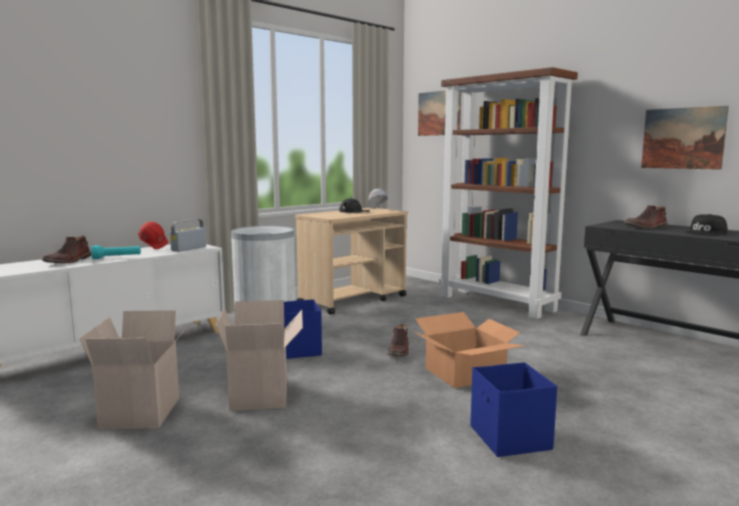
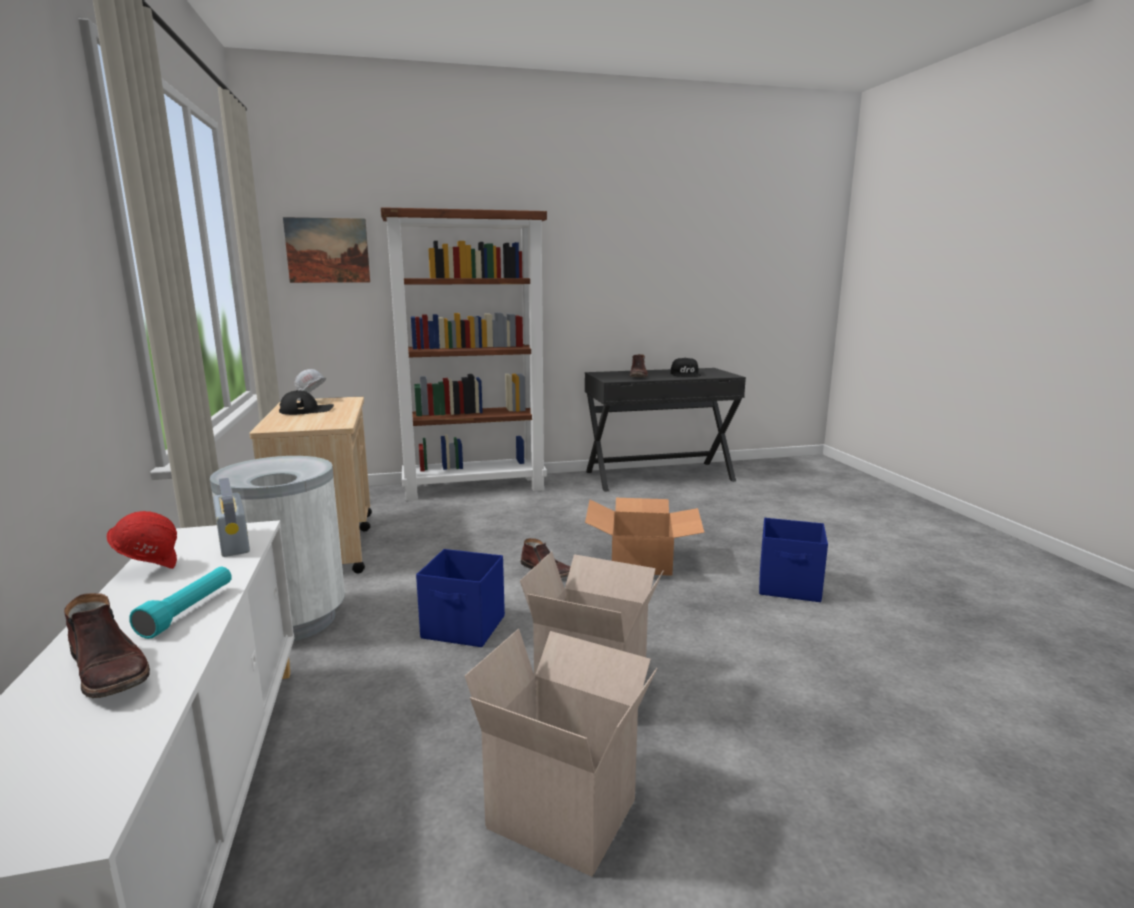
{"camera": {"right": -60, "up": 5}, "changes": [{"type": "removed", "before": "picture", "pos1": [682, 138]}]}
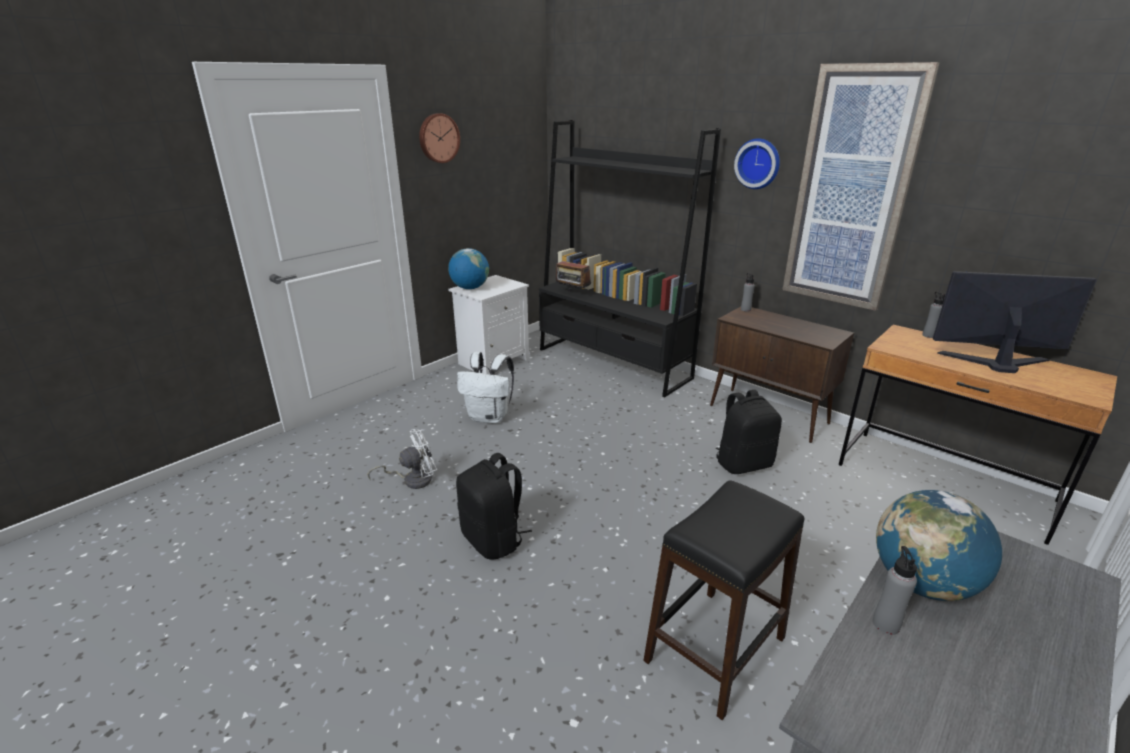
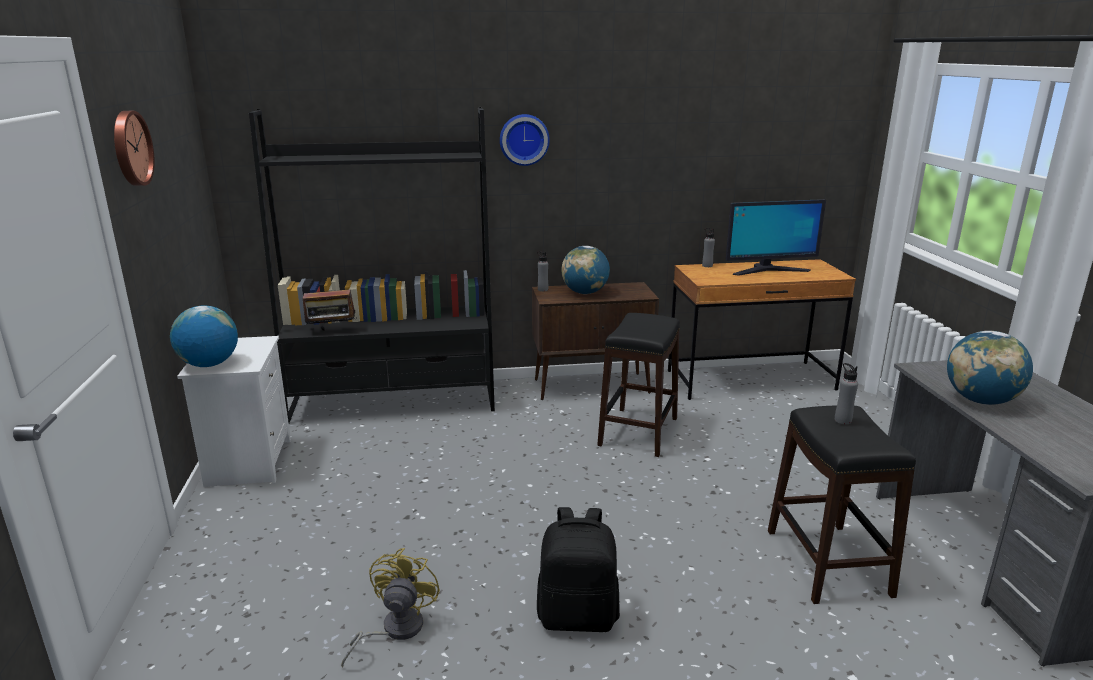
{"camera": {"right": -50, "up": -5}, "changes": [{"type": "removed", "before": "picture", "pos1": [852, 190]}, {"type": "turned", "before": "computer screen", "pos1": [996, 362], "pos2": [768, 270], "turn": -150}, {"type": "removed", "before": "backpack (whitish)", "pos1": [489, 417]}, {"type": "replaced", "before": "backpack (black)", "after": "stool seat (black)", "pos1": [743, 463], "pos2": [637, 431]}, {"type": "recoloured", "before": "fan (whitish)", "after": "fan (yellow)", "pos1": [412, 480], "pos2": [394, 630]}, {"type": "moved", "before": "drink bottle (gray)", "pos1": [886, 624], "pos2": [842, 420]}, {"type": "added", "after": "world globe", "pos2": [585, 293]}]}
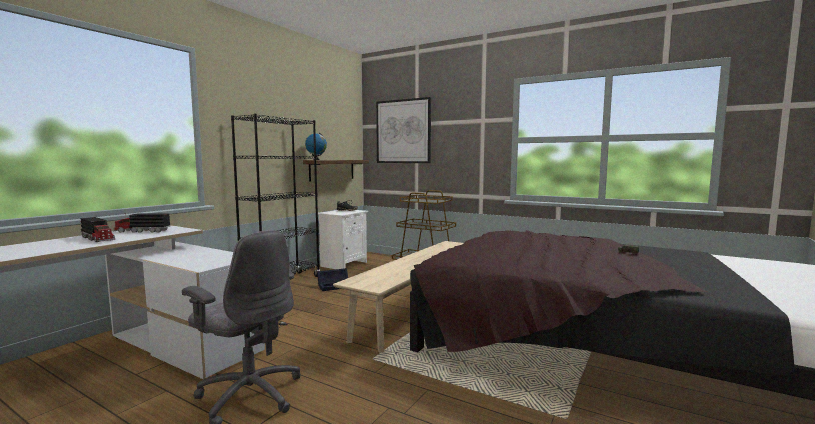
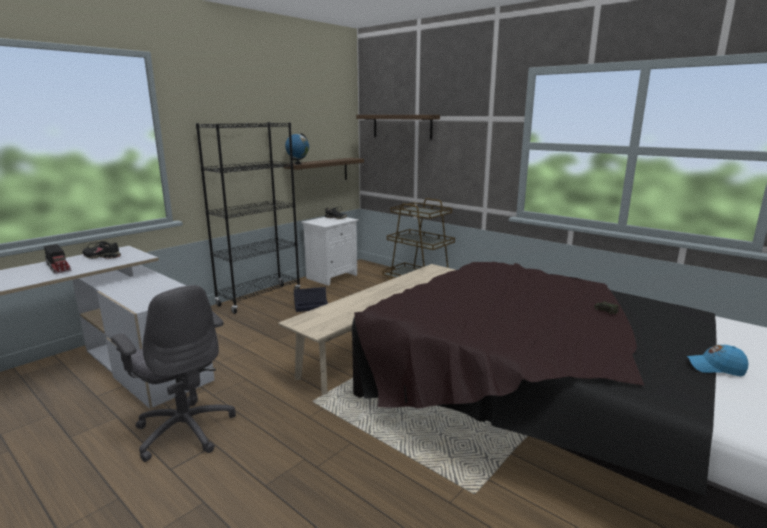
{"camera": {"right": 10, "up": 10}, "changes": [{"type": "replaced", "before": "picture", "after": "shelf", "pos1": [403, 131], "pos2": [402, 126]}, {"type": "replaced", "before": "toy truck", "after": "shoe (black)", "pos1": [142, 231], "pos2": [102, 257]}, {"type": "added", "after": "baseball cap (bluish)", "pos2": [715, 368]}]}
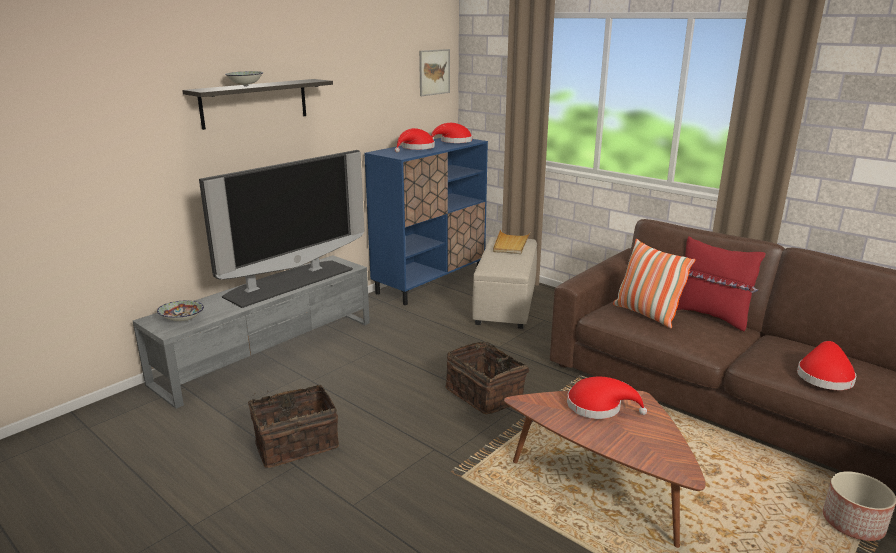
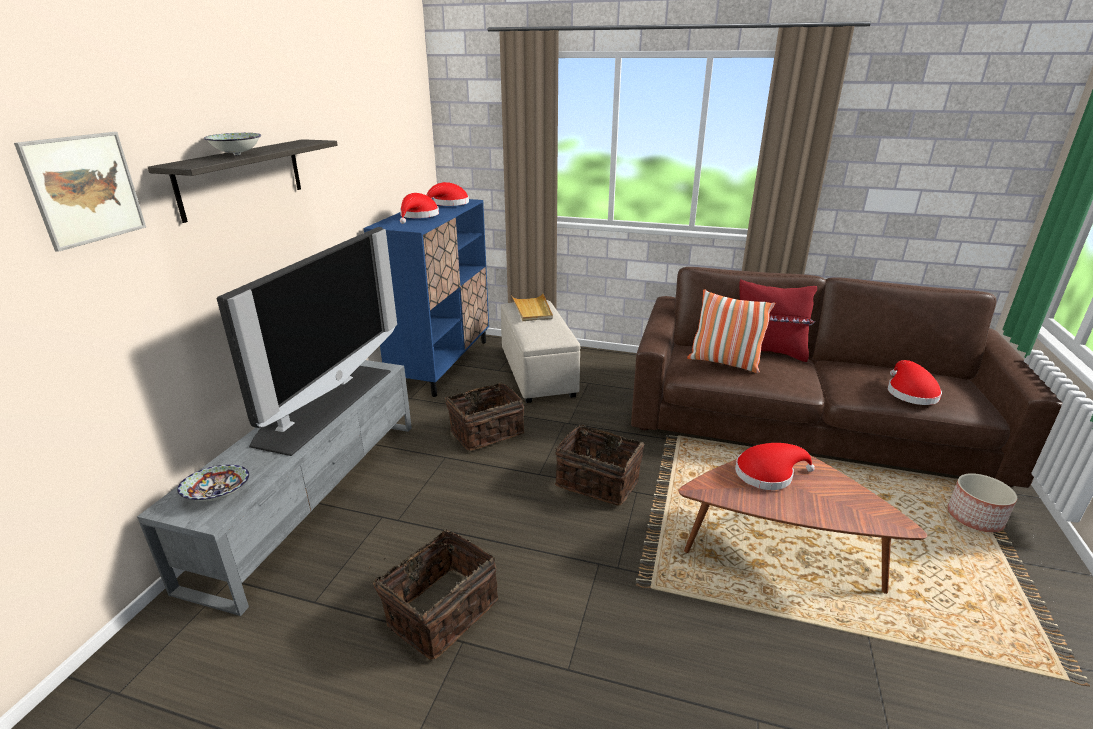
{"camera": {"right": -25, "up": 5}, "changes": [{"type": "moved", "before": "picture", "pos1": [434, 72], "pos2": [85, 189]}, {"type": "added", "after": "household basket", "pos2": [485, 431]}]}
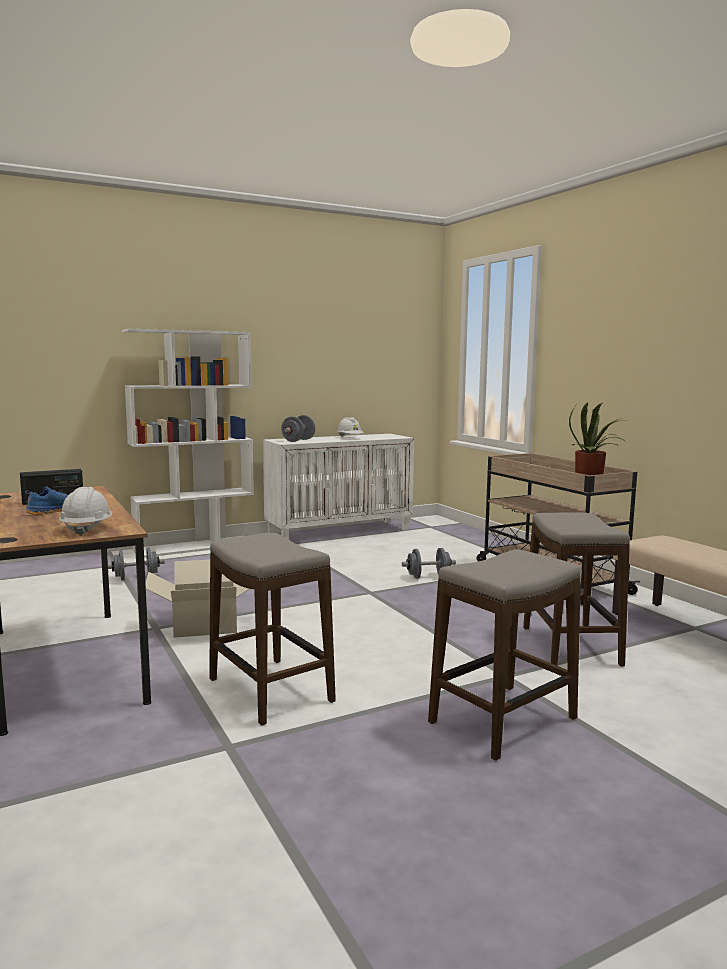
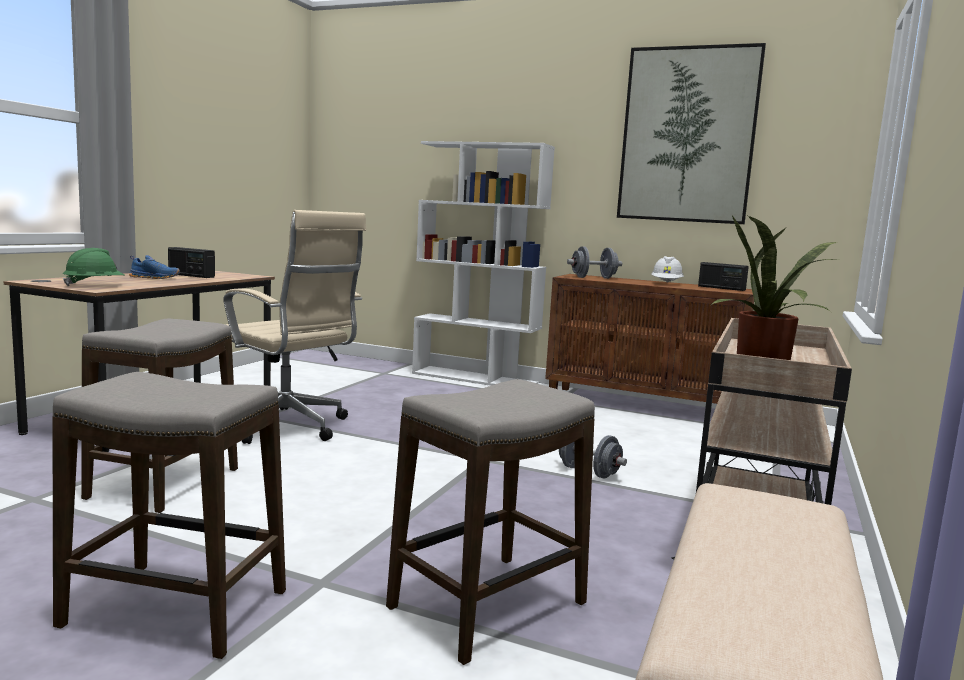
{"camera": {"right": 50, "up": 0}, "changes": [{"type": "recoloured", "before": "cabinet (whitish)", "after": "cabinet (brown-coloured)", "pos1": [340, 532], "pos2": [642, 406]}, {"type": "recoloured", "before": "safety helmet (whitish)", "after": "safety helmet (green-coloured)", "pos1": [87, 529], "pos2": [94, 285]}, {"type": "removed", "before": "free weight (gray)", "pos1": [136, 578]}, {"type": "replaced", "before": "cardboard box", "after": "desk chair (beige)", "pos1": [205, 625], "pos2": [290, 428]}, {"type": "added", "after": "picture", "pos2": [687, 135]}, {"type": "added", "after": "radio set", "pos2": [721, 288]}]}
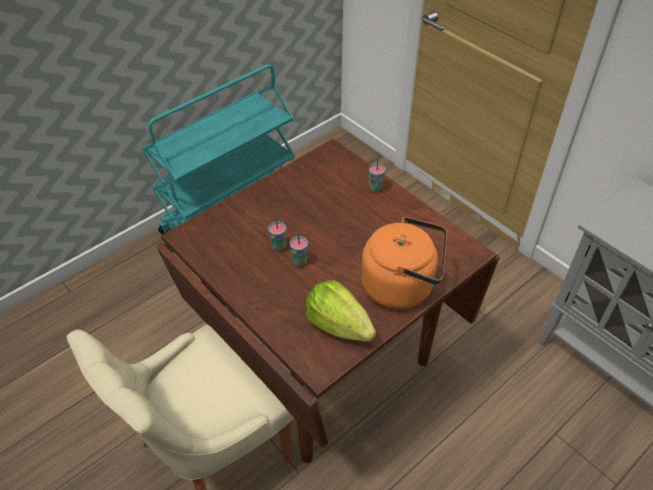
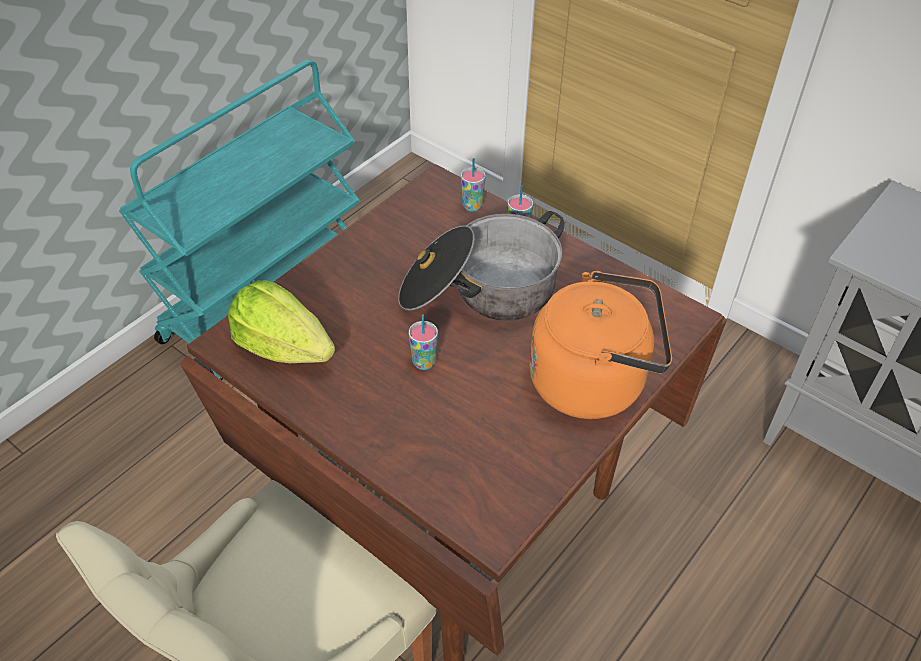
{"camera": {"right": -10, "up": 0}, "changes": [{"type": "moved", "before": "drinking cup", "pos1": [278, 247], "pos2": [472, 206]}, {"type": "moved", "before": "head of lettuce", "pos1": [338, 325], "pos2": [283, 347]}, {"type": "added", "after": "cooking pot", "pos2": [480, 291]}]}
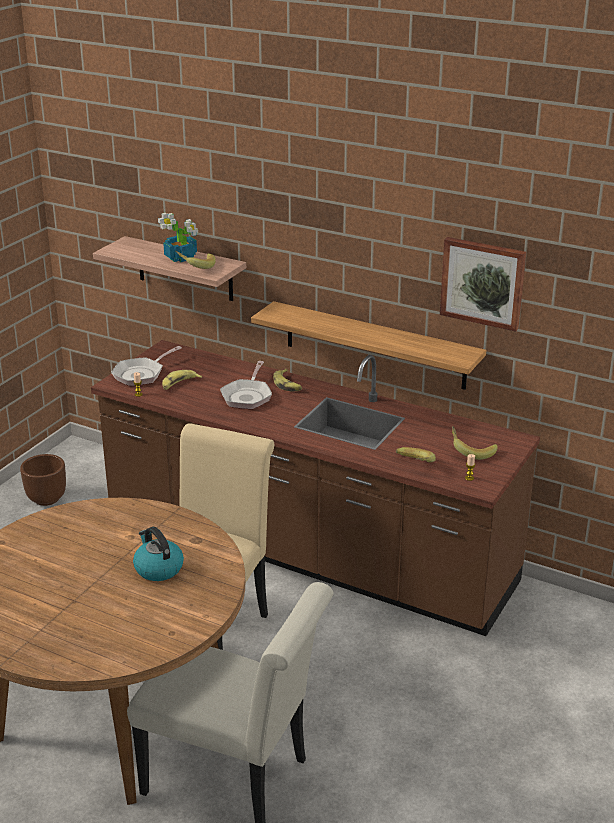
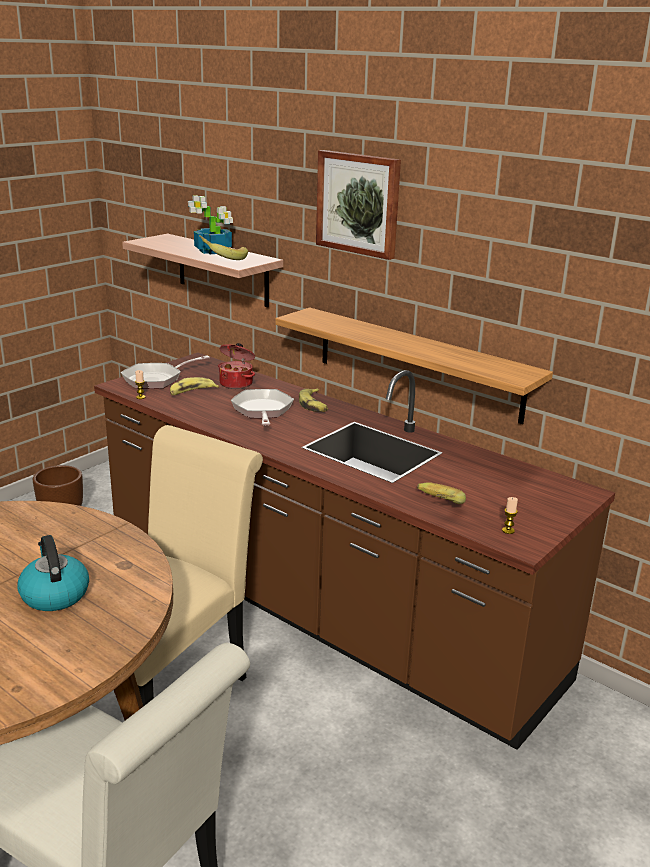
{"camera": {"right": 10, "up": -5}, "changes": [{"type": "moved", "before": "picture", "pos1": [483, 282], "pos2": [359, 203]}, {"type": "turned", "before": "skillet", "pos1": [247, 396], "pos2": [262, 411], "turn": 150}, {"type": "removed", "before": "banana", "pos1": [471, 451]}, {"type": "added", "after": "cooking pot", "pos2": [237, 383]}]}
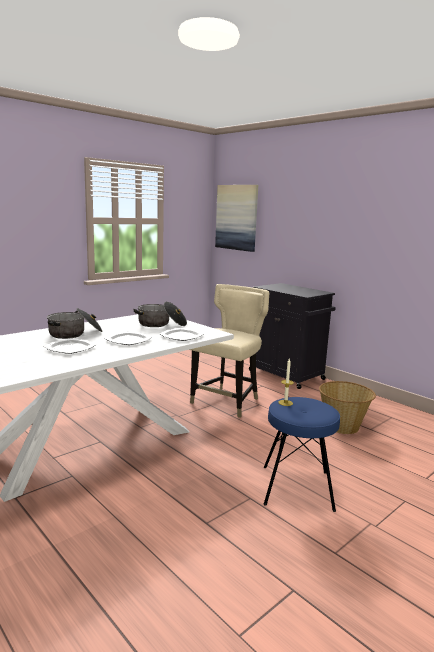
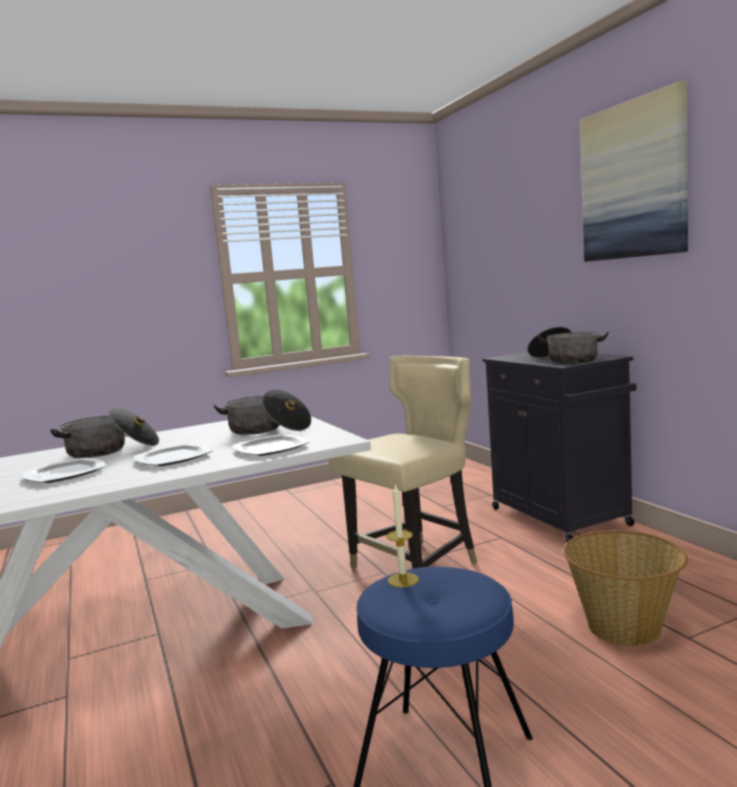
{"camera": {"right": 20, "up": -5}, "changes": [{"type": "moved", "before": "picture", "pos1": [237, 217], "pos2": [633, 180]}, {"type": "added", "after": "cooking pot", "pos2": [564, 360]}]}
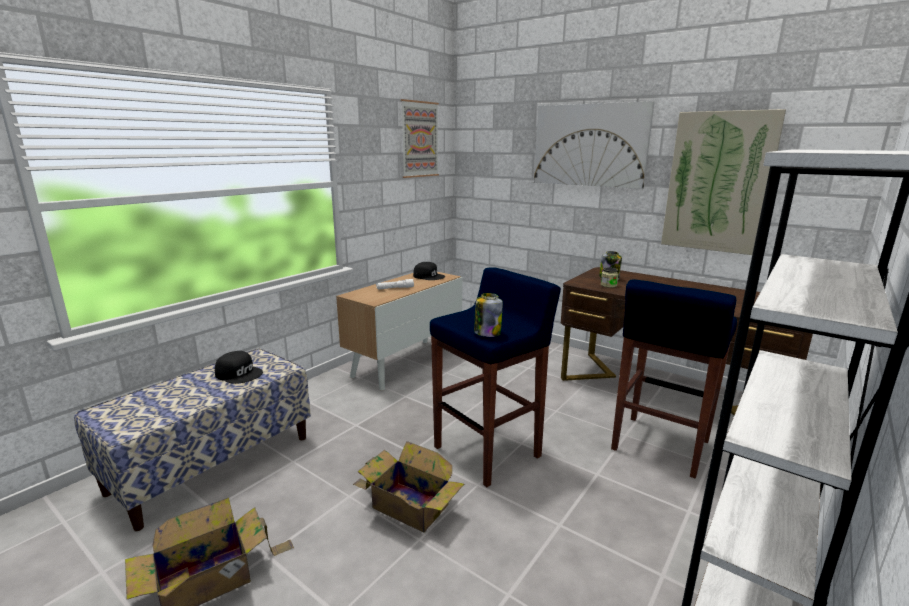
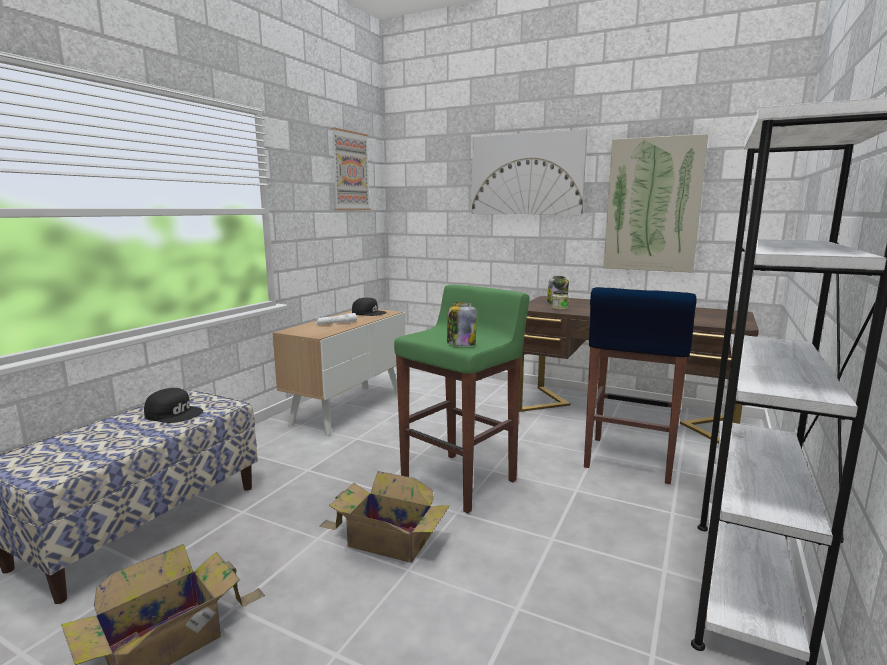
{"camera": {"right": -10, "up": -5}, "changes": [{"type": "recoloured", "before": "stool seat (bluish)", "after": "stool seat (green-coloured)", "pos1": [488, 451], "pos2": [460, 481]}]}
